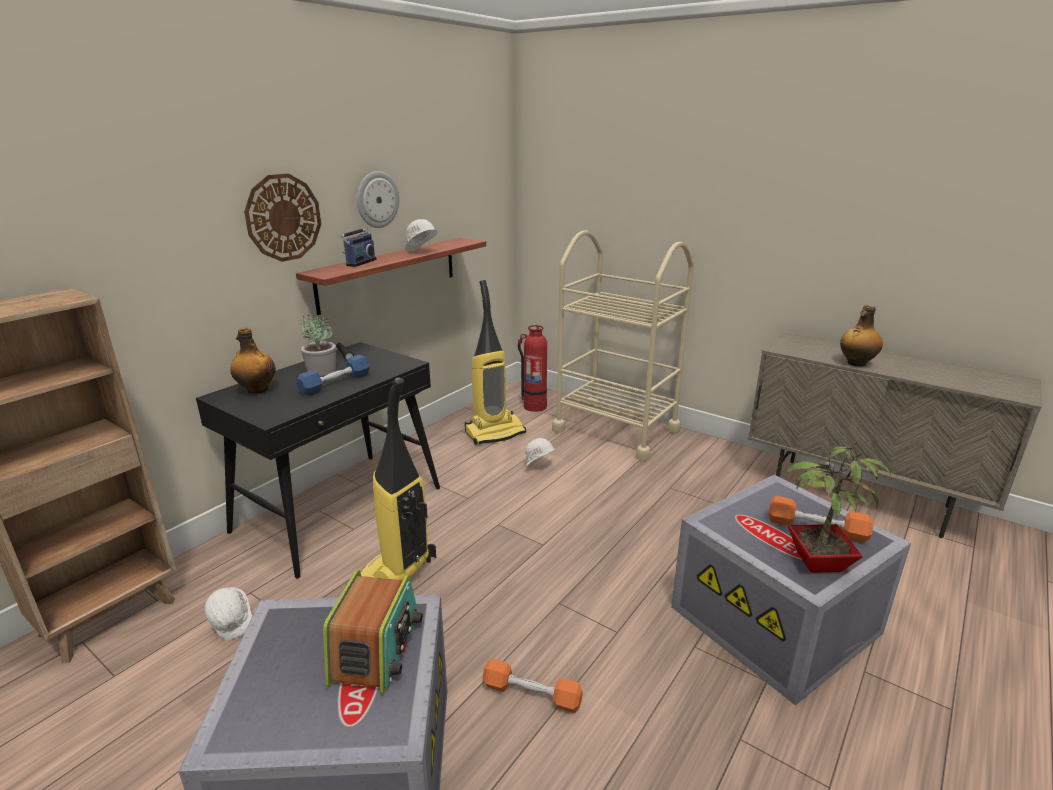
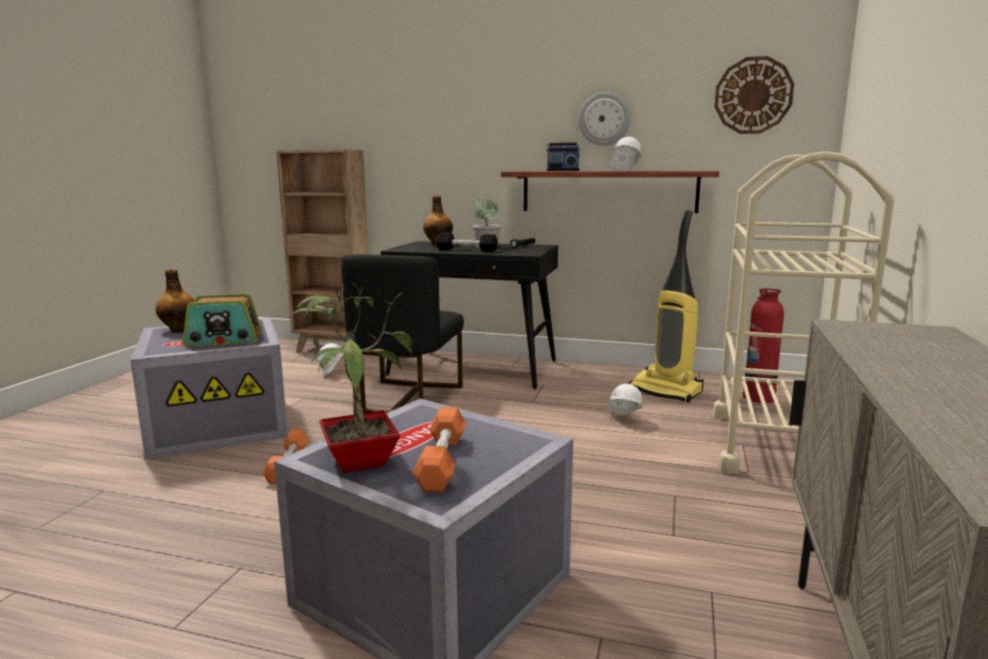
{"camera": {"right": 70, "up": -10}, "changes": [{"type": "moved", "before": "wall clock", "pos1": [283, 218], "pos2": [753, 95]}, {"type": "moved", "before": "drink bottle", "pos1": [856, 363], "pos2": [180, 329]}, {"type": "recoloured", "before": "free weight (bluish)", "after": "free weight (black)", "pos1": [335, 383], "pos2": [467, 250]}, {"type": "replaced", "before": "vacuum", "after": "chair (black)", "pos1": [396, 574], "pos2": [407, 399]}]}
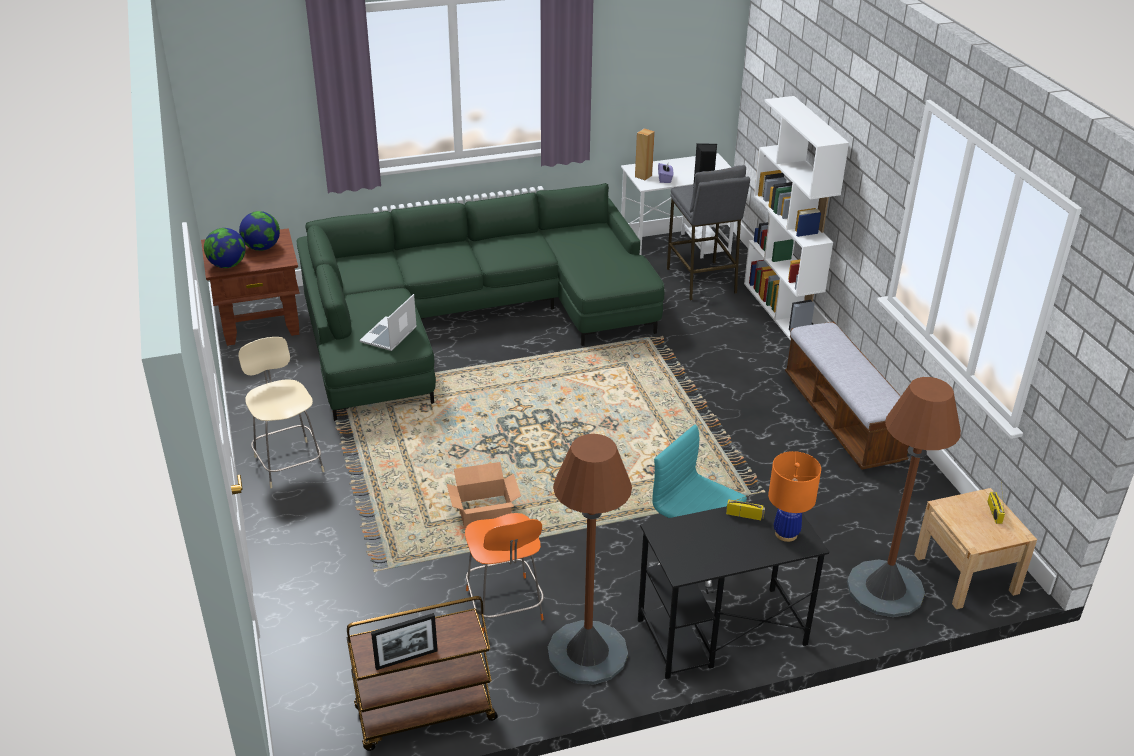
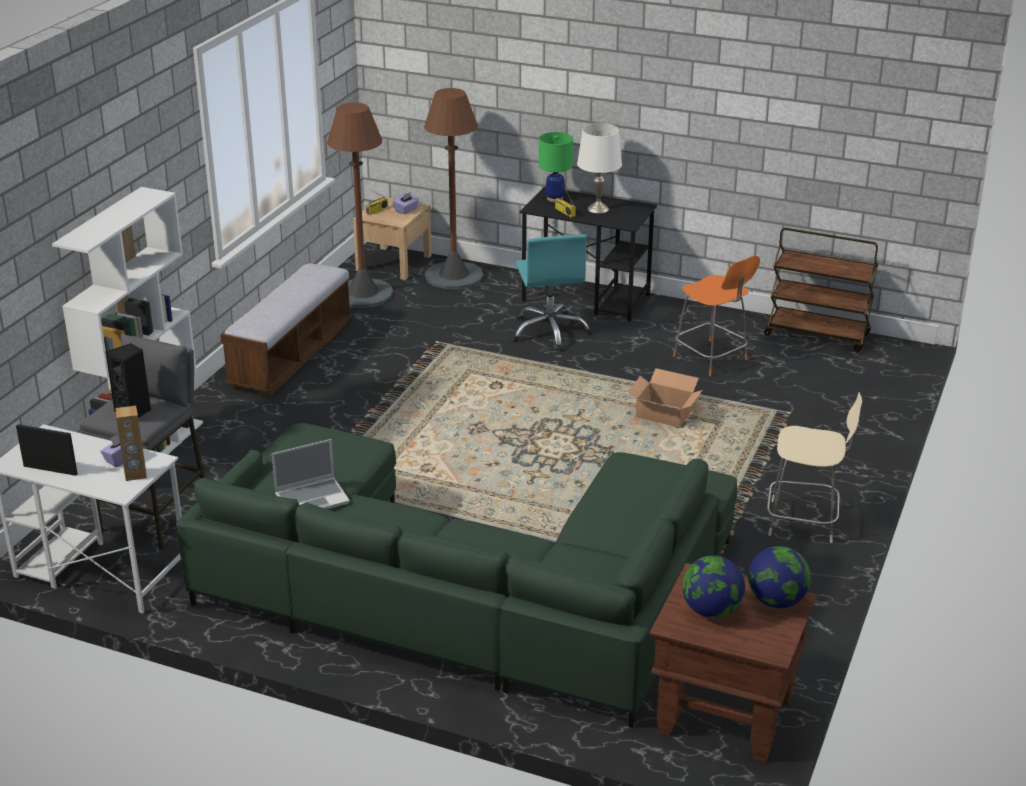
{"camera": {"right": -140, "up": -5}, "changes": [{"type": "moved", "before": "laptop", "pos1": [389, 336], "pos2": [312, 498]}, {"type": "turned", "before": "chair (beige)", "pos1": [288, 462], "pos2": [805, 521], "turn": -90}, {"type": "moved", "before": "standing lamp (brown-coloured)", "pos1": [587, 653], "pos2": [363, 294]}, {"type": "recoloured", "before": "table lamp (orange)", "after": "table lamp (green-coloured)", "pos1": [786, 534], "pos2": [555, 198]}, {"type": "turned", "before": "chair (orange)", "pos1": [505, 607], "pos2": [712, 359], "turn": 120}, {"type": "moved", "before": "photo frame", "pos1": [406, 659], "pos2": [50, 470]}, {"type": "added", "after": "table lamp (whitish)", "pos2": [598, 208]}, {"type": "added", "after": "box of tissues (purple)", "pos2": [406, 210]}]}
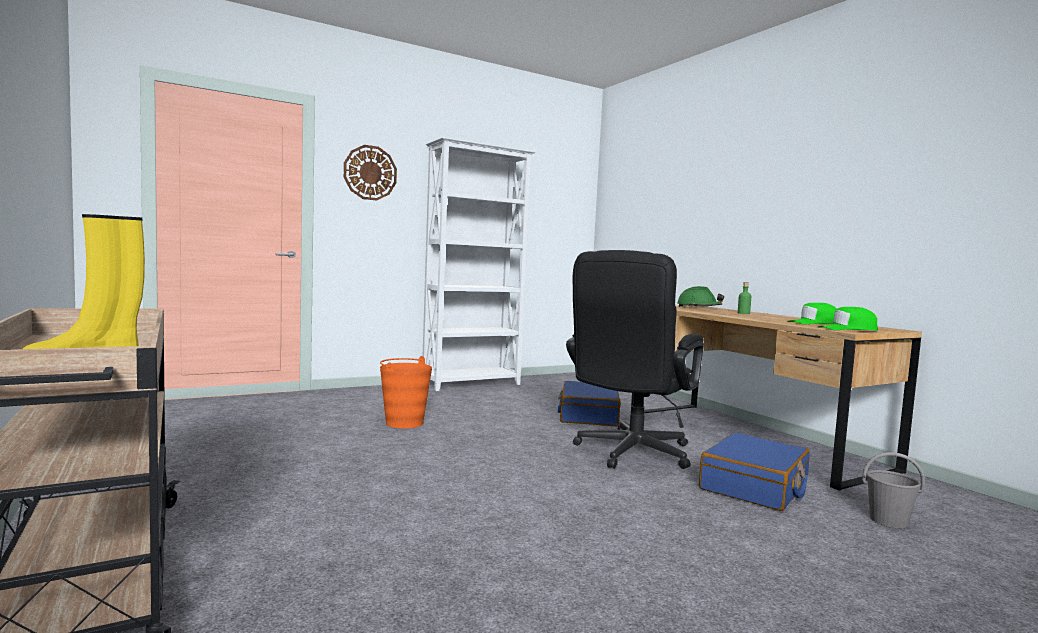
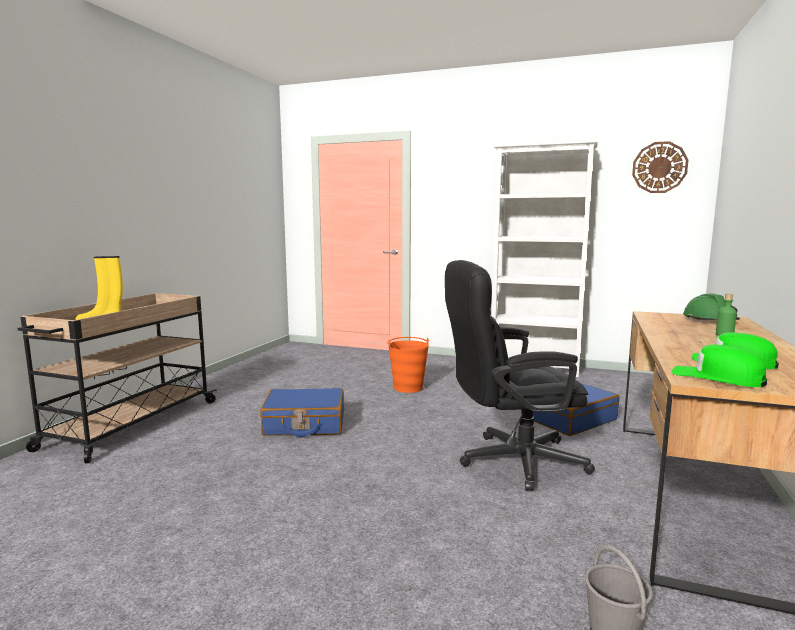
{"camera": {"right": 50, "up": 5}, "changes": [{"type": "moved", "before": "wall clock", "pos1": [370, 173], "pos2": [659, 167]}, {"type": "moved", "before": "piece of luggage (bluish)", "pos1": [755, 486], "pos2": [304, 424]}]}
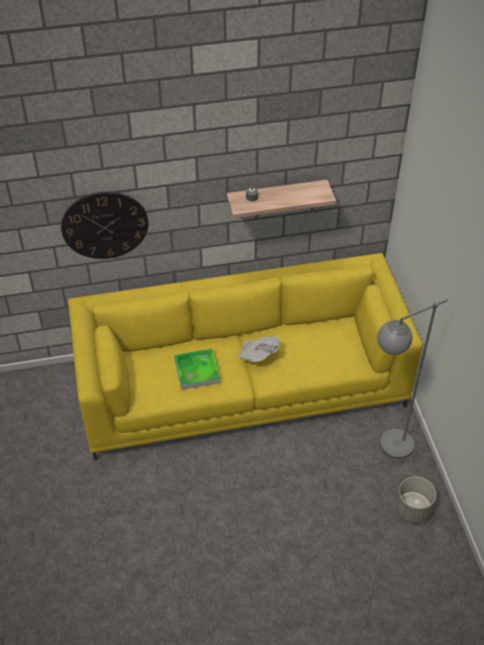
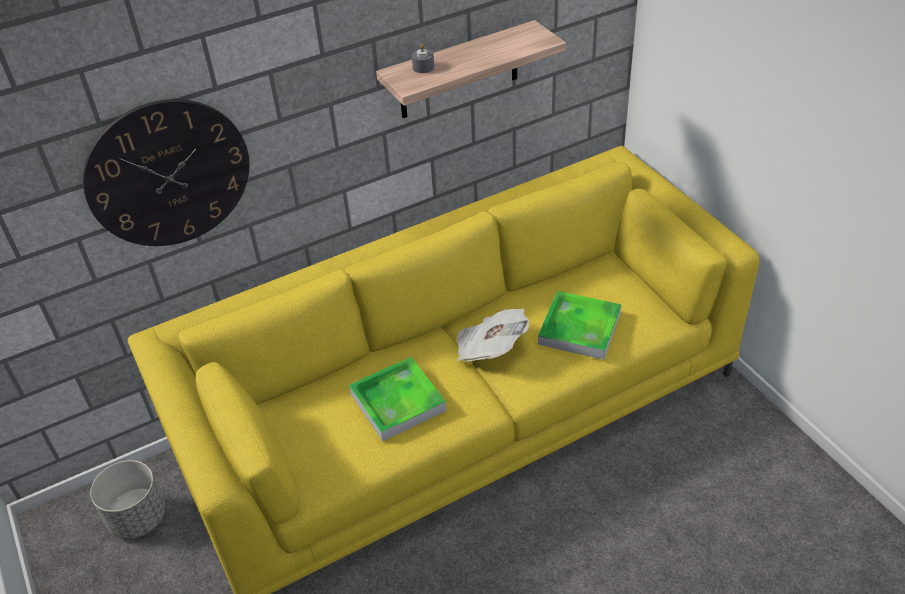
{"camera": {"right": -15, "up": -5}, "changes": [{"type": "removed", "before": "standing lamp (gray)", "pos1": [386, 449]}, {"type": "moved", "before": "flower pot (gray)", "pos1": [412, 509], "pos2": [138, 517]}, {"type": "added", "after": "tray", "pos2": [579, 329]}]}
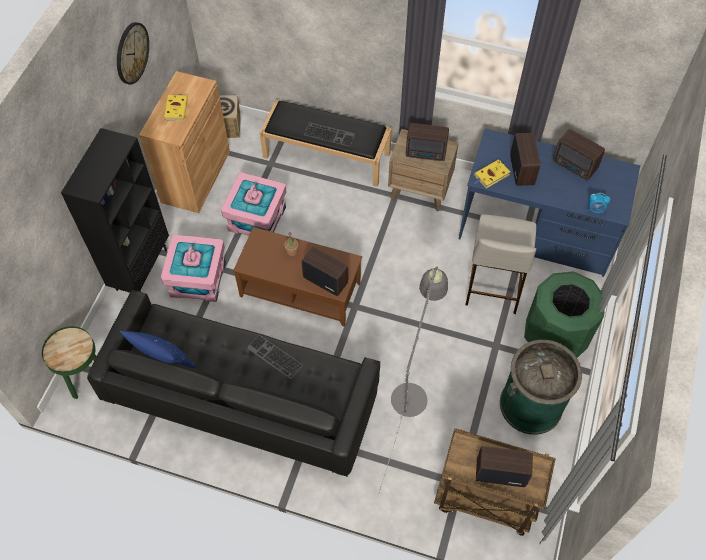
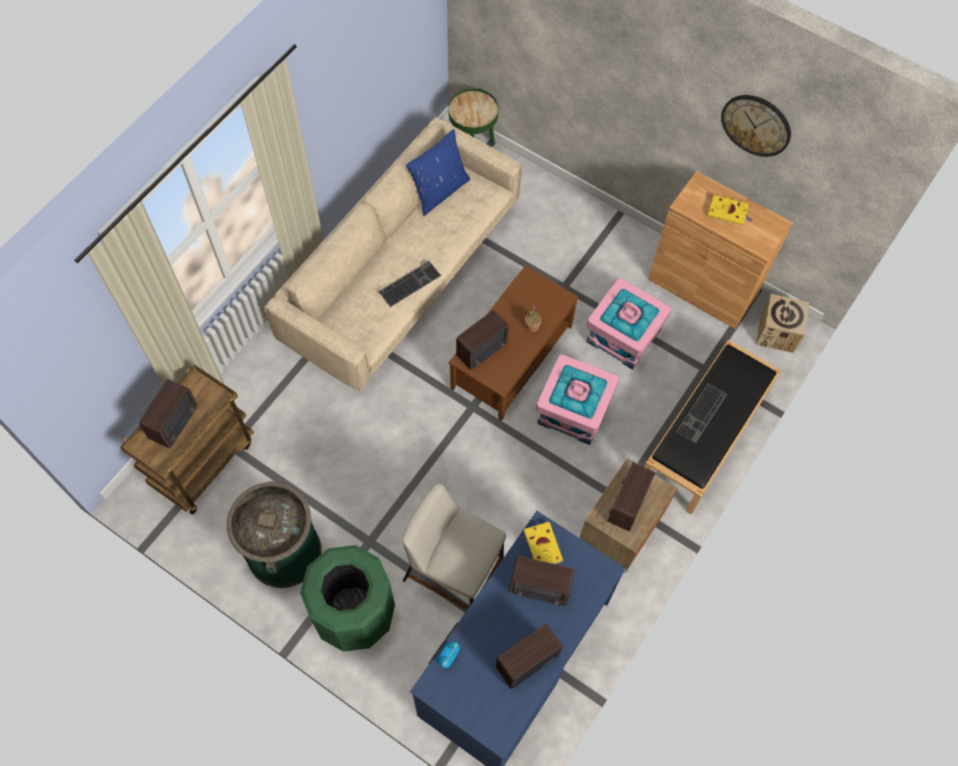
{"camera": {"right": 105, "up": 5}, "changes": [{"type": "removed", "before": "bookshelf (black)", "pos1": [141, 269]}, {"type": "moved", "before": "storage bin (pinkish)", "pos1": [198, 279], "pos2": [574, 410]}, {"type": "removed", "before": "standing lamp (gray)", "pos1": [411, 390]}, {"type": "recoloured", "before": "settee (black)", "after": "settee (beige)", "pos1": [242, 397], "pos2": [402, 274]}]}
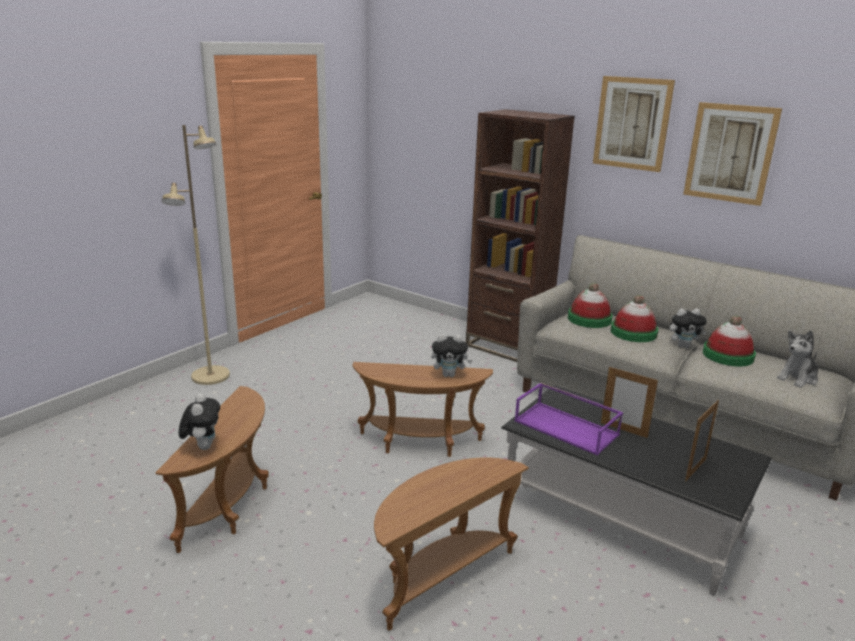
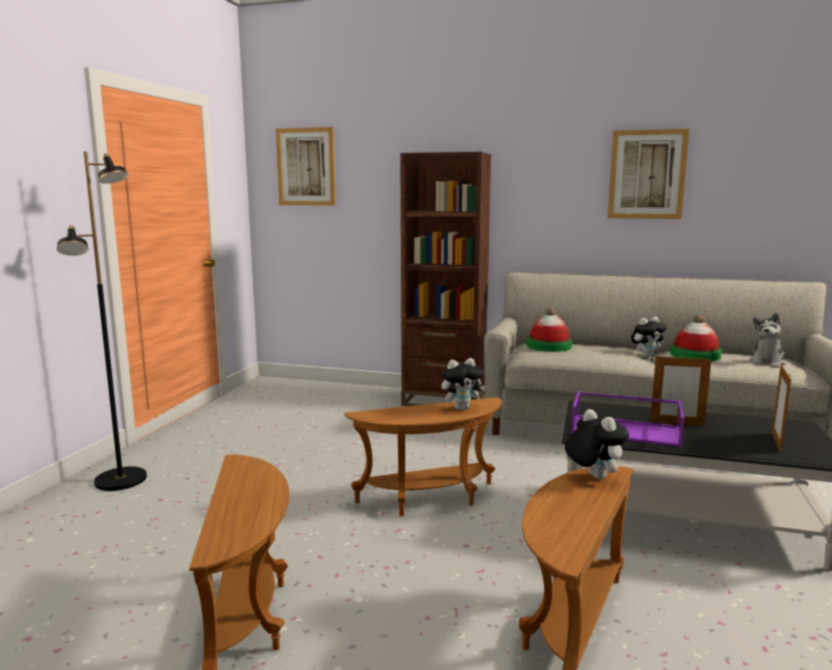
{"camera": {"right": -20, "up": -10}, "changes": [{"type": "moved", "before": "picture", "pos1": [632, 123], "pos2": [306, 167]}, {"type": "recoloured", "before": "standing lamp (beige)", "after": "standing lamp (black)", "pos1": [211, 376], "pos2": [121, 480]}, {"type": "removed", "before": "hat", "pos1": [633, 332]}, {"type": "moved", "before": "cuddly toy", "pos1": [203, 446], "pos2": [592, 477]}]}
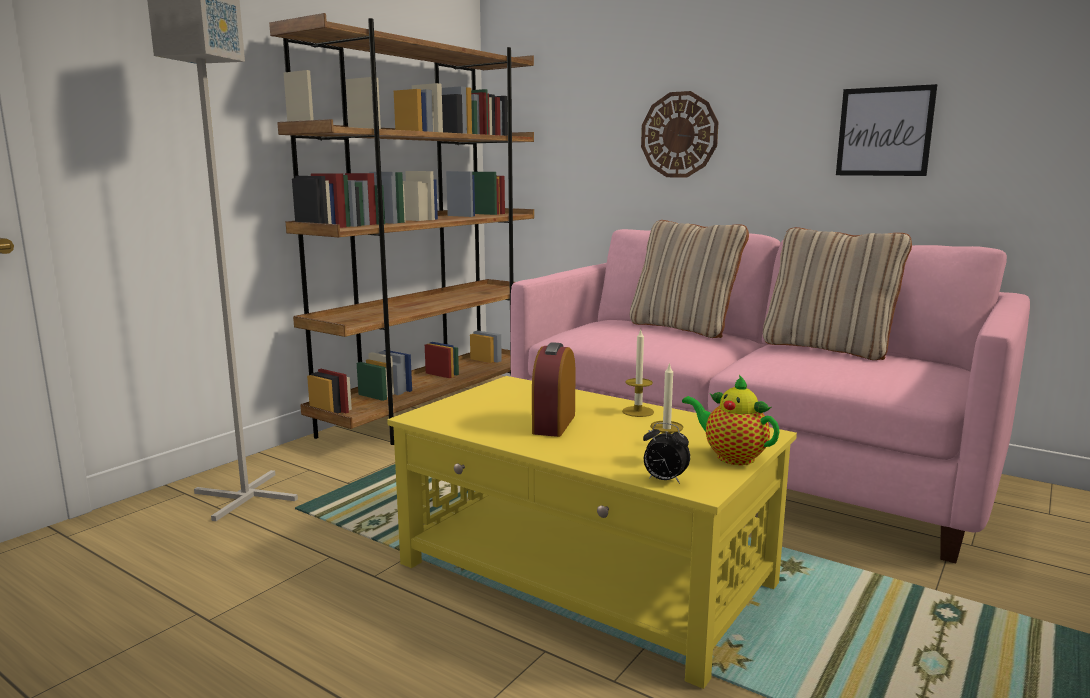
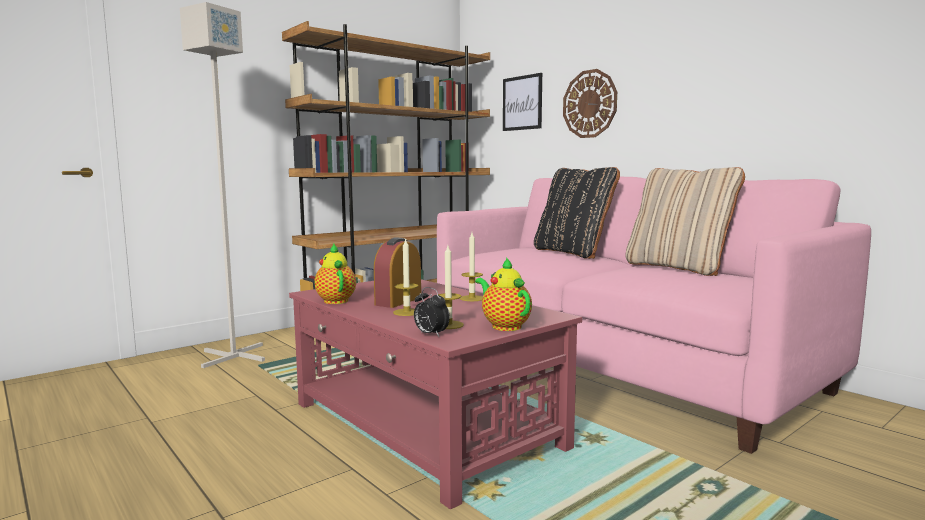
{"camera": {"right": 15, "up": -5}, "changes": [{"type": "moved", "before": "picture", "pos1": [884, 131], "pos2": [522, 103]}, {"type": "recoloured", "before": "throw pillow (beige)", "after": "throw pillow (black)", "pos1": [683, 328], "pos2": [573, 253]}, {"type": "recoloured", "before": "lounge table (yellow)", "after": "lounge table (red-coloured)", "pos1": [585, 575], "pos2": [424, 425]}, {"type": "added", "after": "wax candle", "pos2": [407, 312]}, {"type": "added", "after": "tea pot", "pos2": [335, 300]}]}
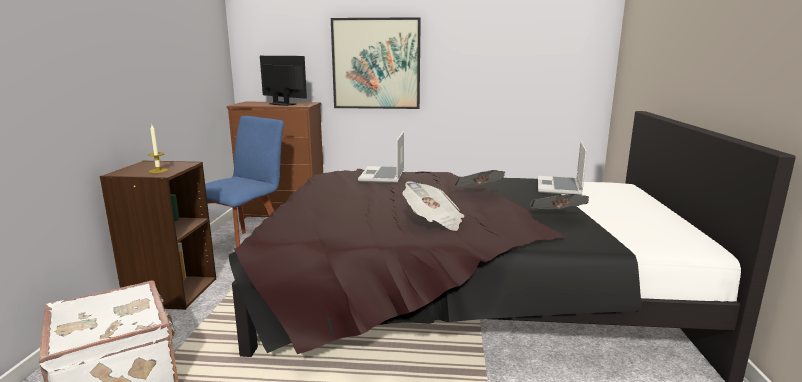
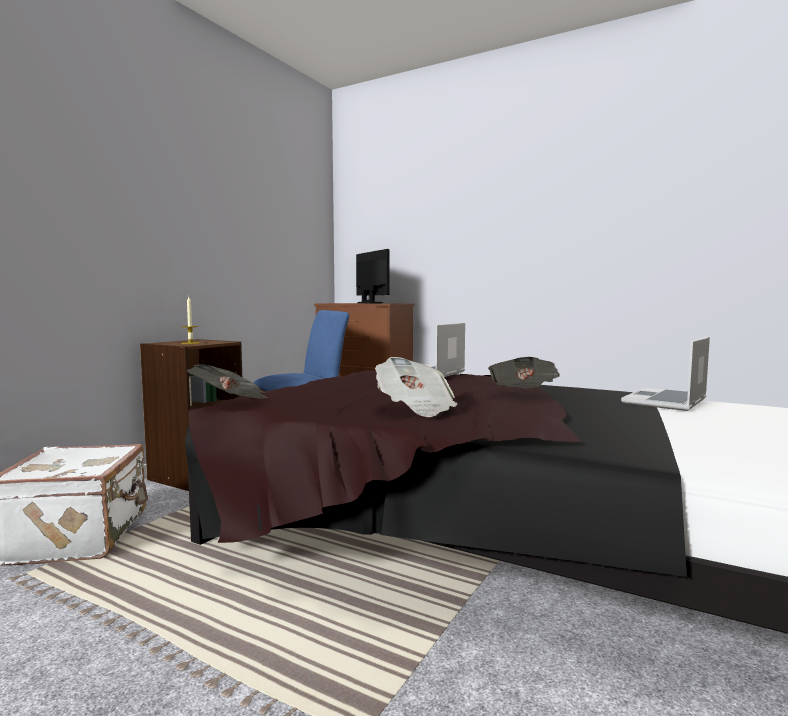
{"camera": {"right": 25, "up": -10}, "changes": [{"type": "removed", "before": "picture", "pos1": [376, 64]}, {"type": "moved", "before": "newspaper", "pos1": [556, 218], "pos2": [231, 404]}]}
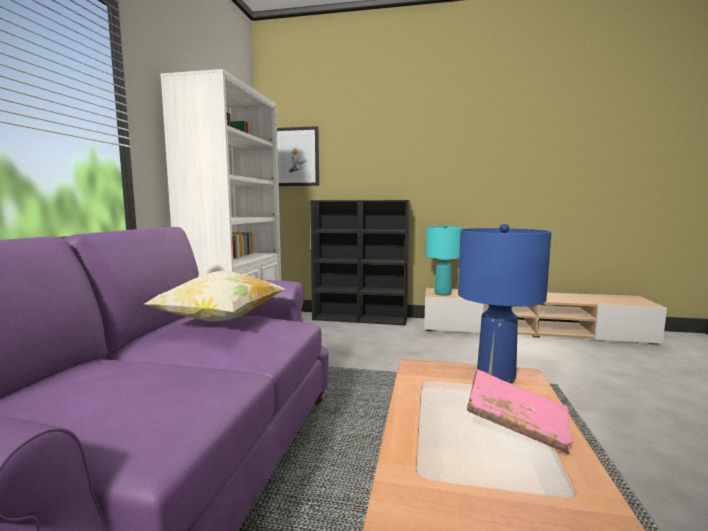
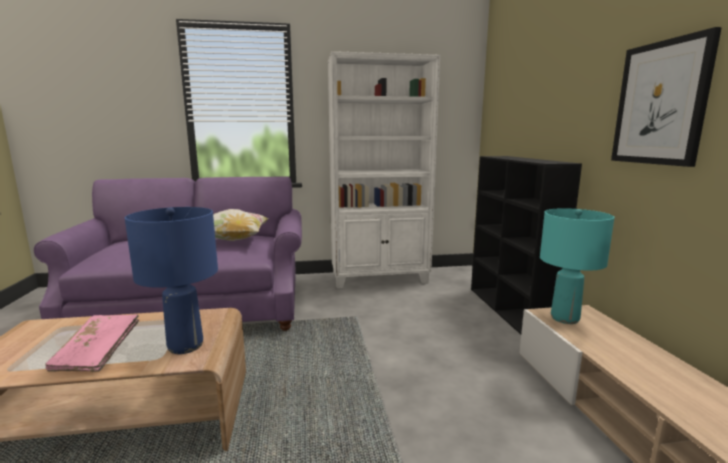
{"camera": {"right": 70, "up": 5}, "changes": [{"type": "moved", "before": "picture", "pos1": [296, 157], "pos2": [660, 103]}]}
